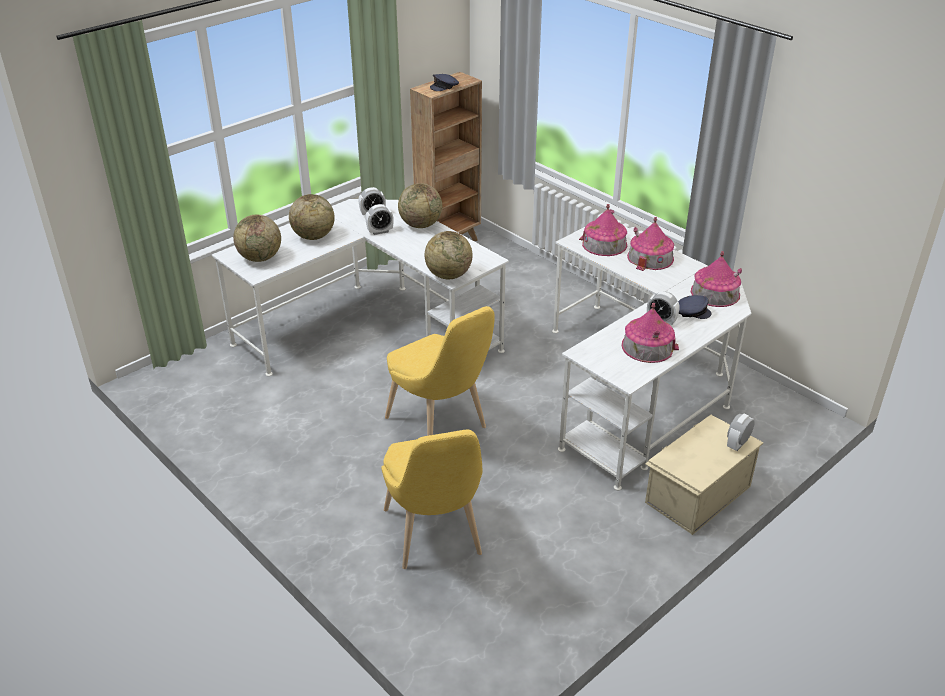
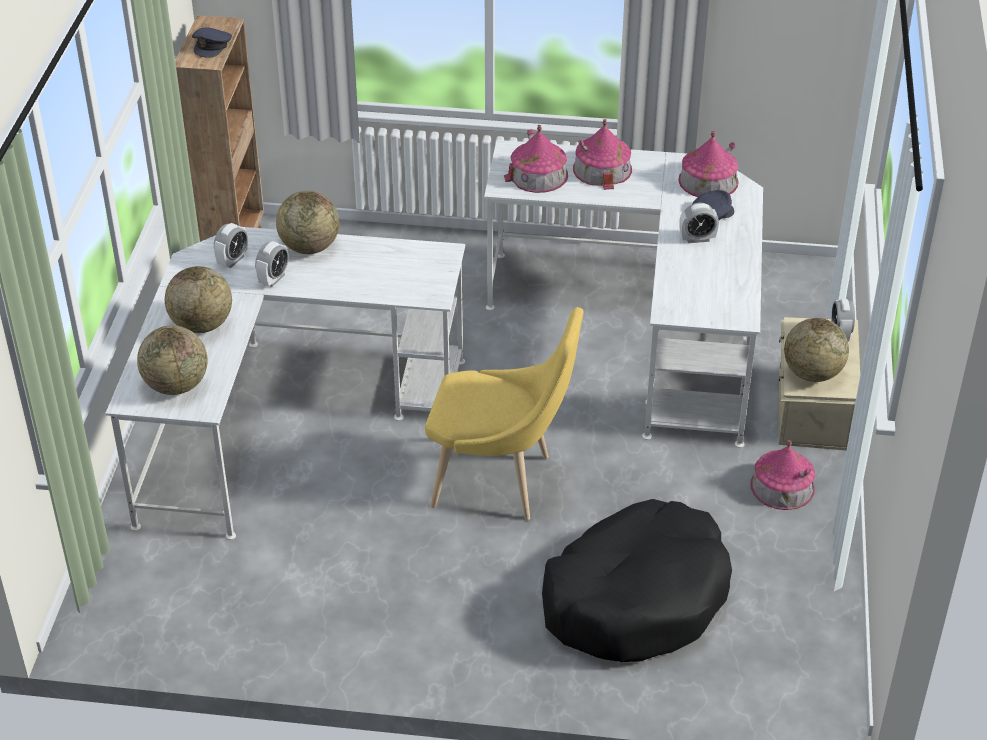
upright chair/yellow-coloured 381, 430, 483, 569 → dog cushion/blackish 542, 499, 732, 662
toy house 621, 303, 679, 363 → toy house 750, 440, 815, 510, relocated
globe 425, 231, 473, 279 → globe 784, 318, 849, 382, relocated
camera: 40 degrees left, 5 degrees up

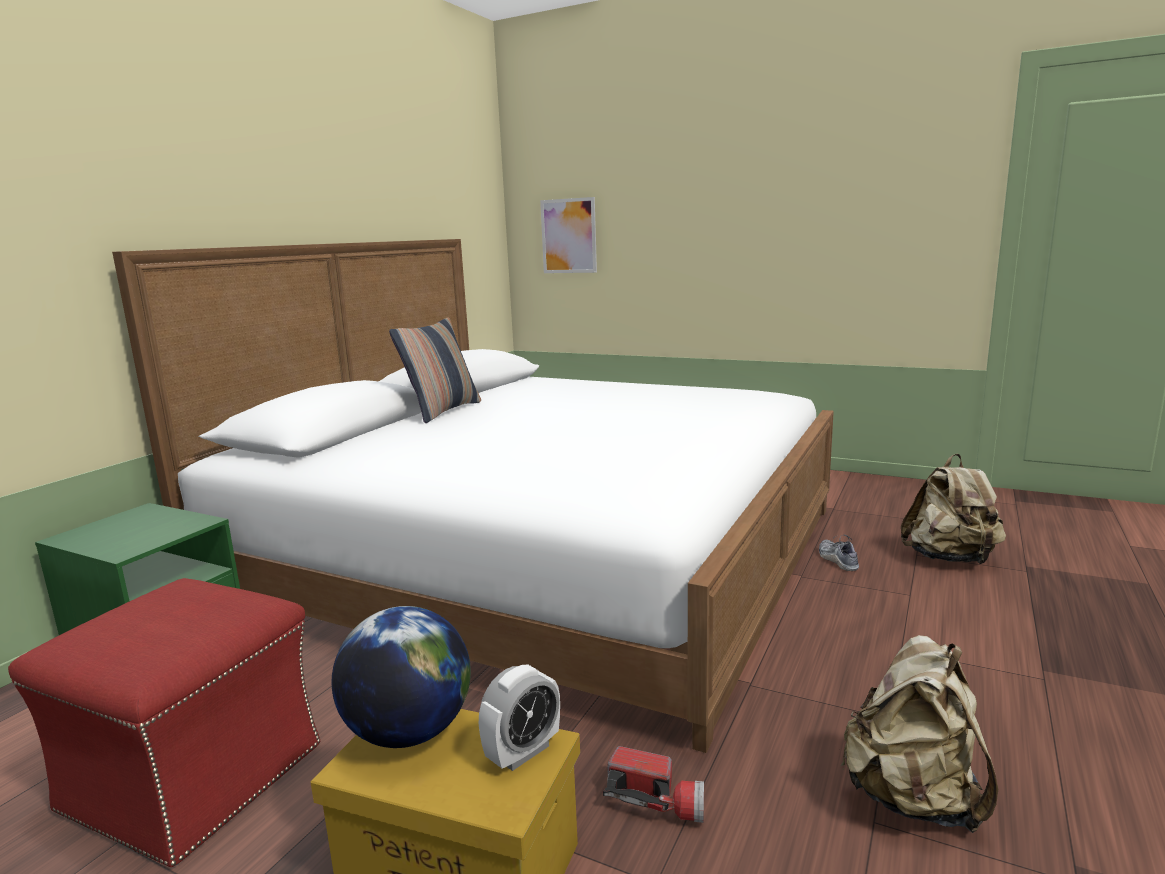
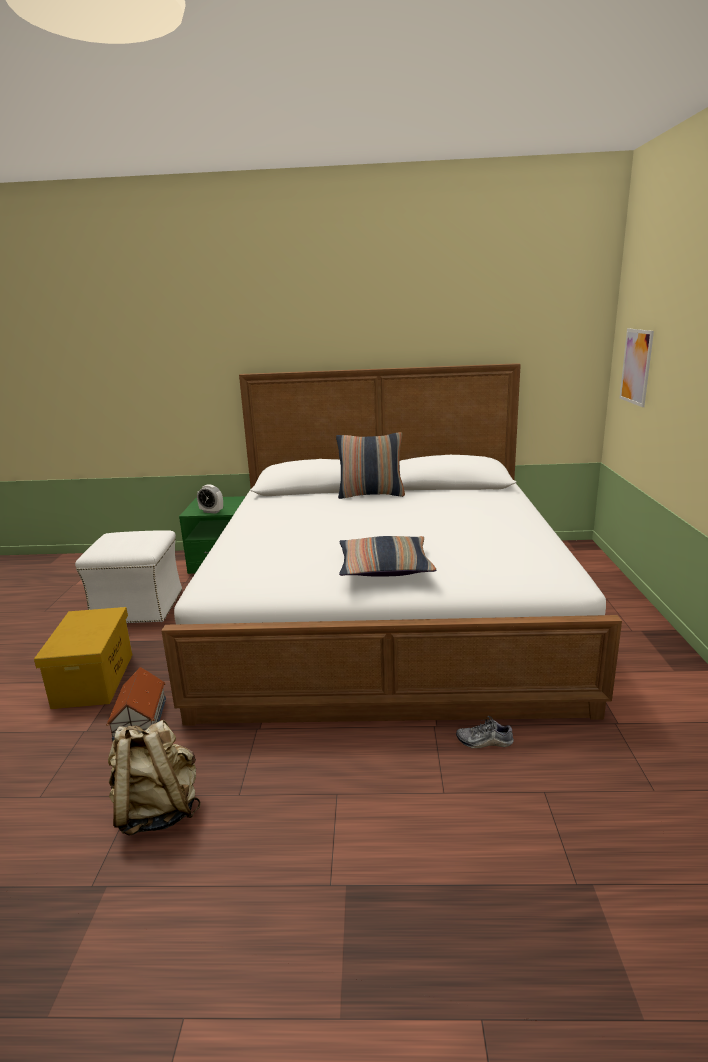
ottoman/reddish 8, 578, 320, 867 → ottoman/whitish 75, 530, 182, 623
torch 603, 746, 704, 823 → toy house 106, 667, 166, 741
table clock 479, 664, 560, 771 → table clock 197, 484, 223, 514, relocated
- → throw pillow 339, 536, 436, 577
shoe 819, 535, 859, 571 → shoe 456, 716, 514, 748, 135 degrees counterclockwise
globe 332, 606, 471, 748 → -
knapsack/beige-coloured 901, 454, 1006, 564 → -
camera: 65 degrees right, 5 degrees up

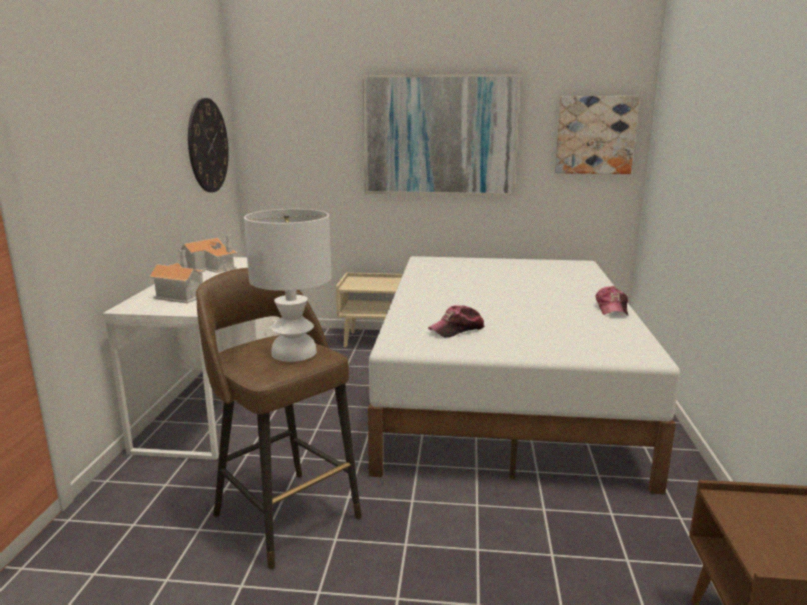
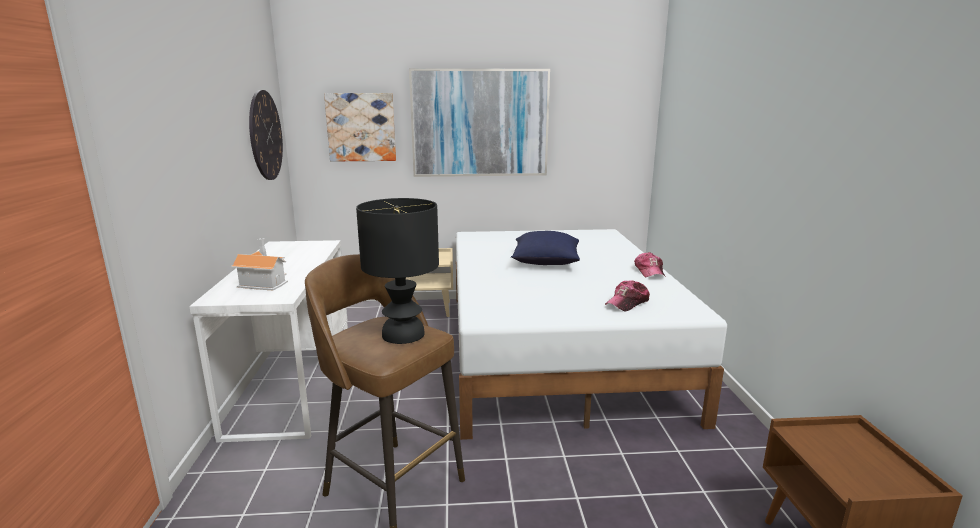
picture 555, 96, 639, 174 → picture 324, 93, 396, 161, relocated
tabletop lamp/whitish 244, 209, 331, 362 → tabletop lamp/blackish 356, 198, 439, 344
- → throw pillow/blue 511, 231, 580, 265
baseball cap 428, 305, 485, 338 → baseball cap 605, 280, 650, 311, relocated
toy house 178, 234, 238, 273 → -
camera: 10 degrees left, 0 degrees up

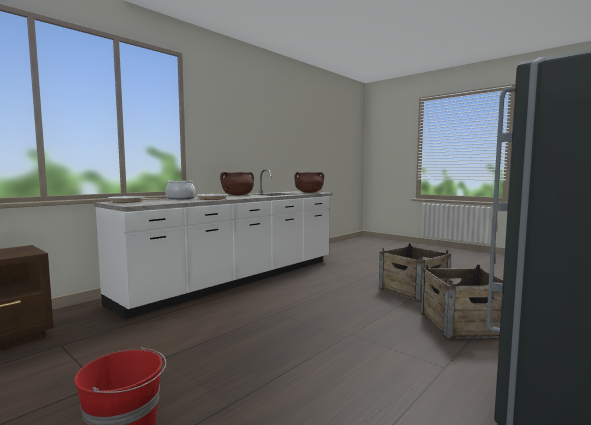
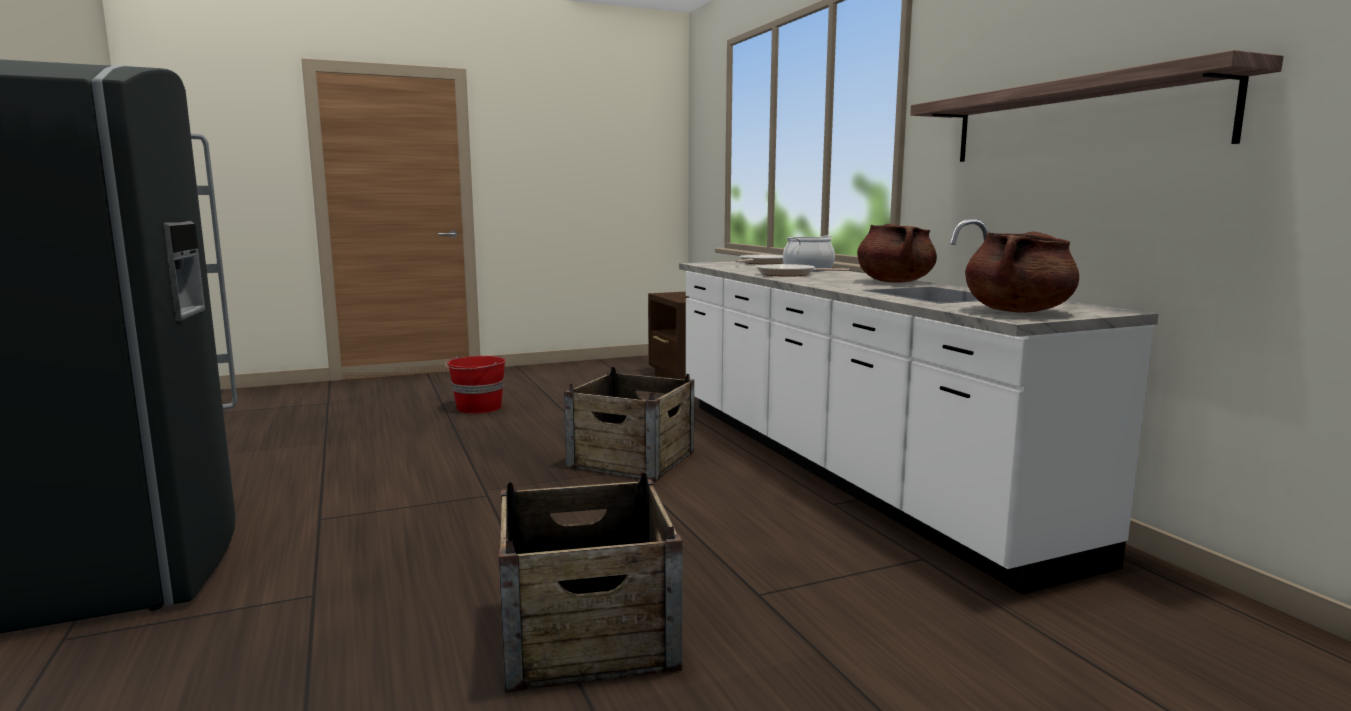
packing crate 421, 265, 503, 340 → packing crate 564, 367, 694, 482, relocated
- → wall shelf 910, 50, 1284, 162
camera: 115 degrees right, 5 degrees up

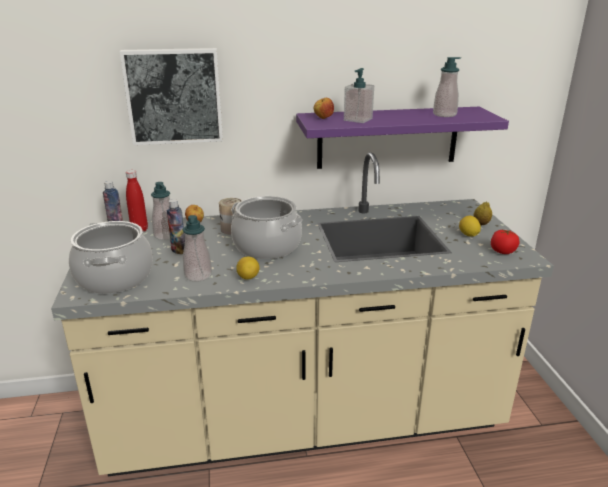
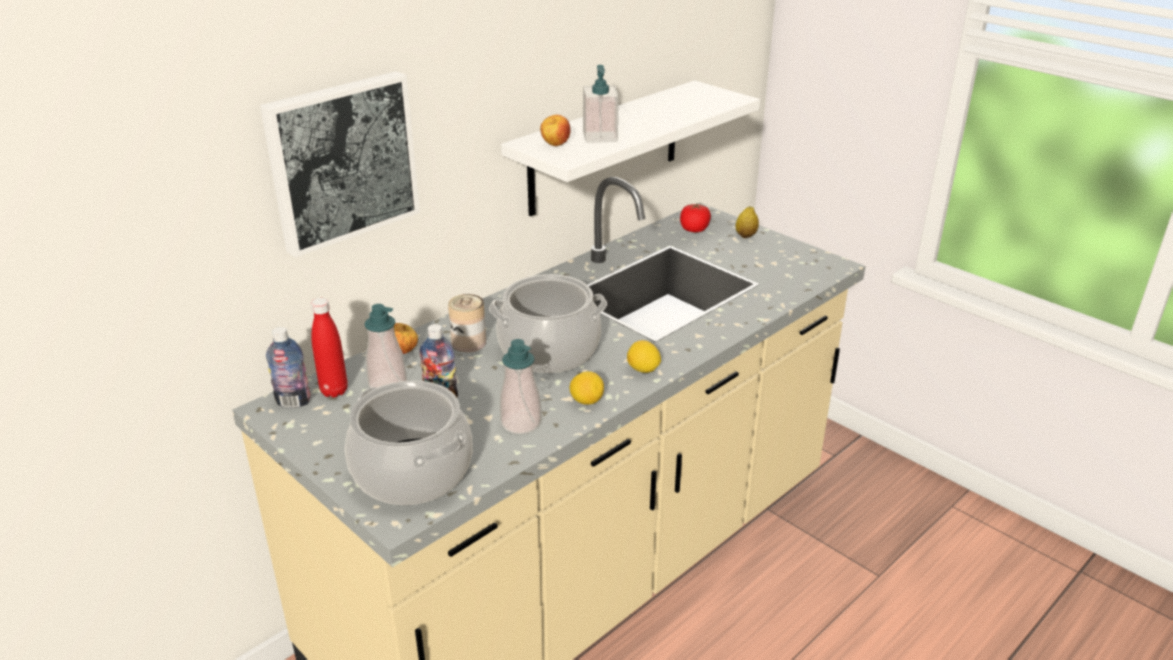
wall shelf/purplish 296, 107, 509, 169 → wall shelf/whitish 501, 80, 760, 216
lemon 459, 216, 481, 237 → lemon 627, 340, 661, 373, relocated
tomato 491, 229, 519, 254 → tomato 680, 204, 711, 232, relocated
soap dispenser 433, 57, 461, 117 → -
camera: 35 degrees left, 5 degrees up

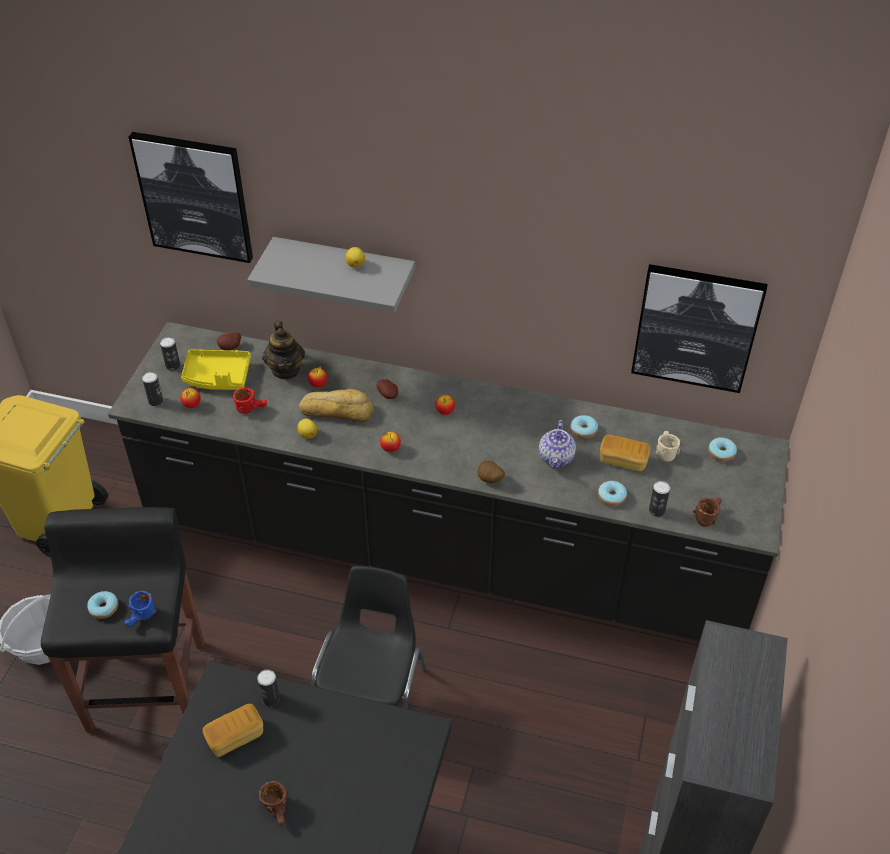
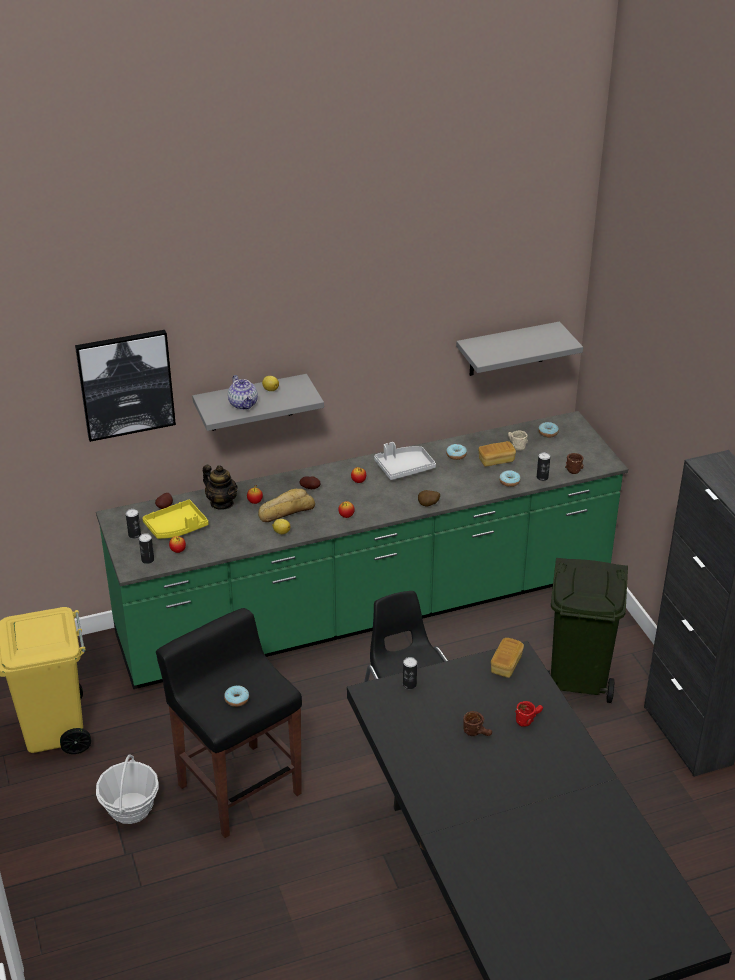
counter/blackish 108, 322, 789, 641 → counter/green-coloured 96, 411, 628, 689
teapot 539, 420, 576, 469 → teapot 228, 375, 258, 410, relocated
- → serving tray/gray 374, 442, 436, 480
picture 631, 264, 767, 393 → wall shelf/gray 456, 321, 583, 376
bread 203, 704, 263, 757 → bread 491, 638, 524, 678, relocated
mug/reddish 233, 387, 267, 414 → mug/reddish 515, 701, 543, 727, relocated
- → rubbish bin/green-coloured 547, 558, 628, 703
mug/blue 124, 591, 157, 626 → -
camera: 35 degrees left, 10 degrees down

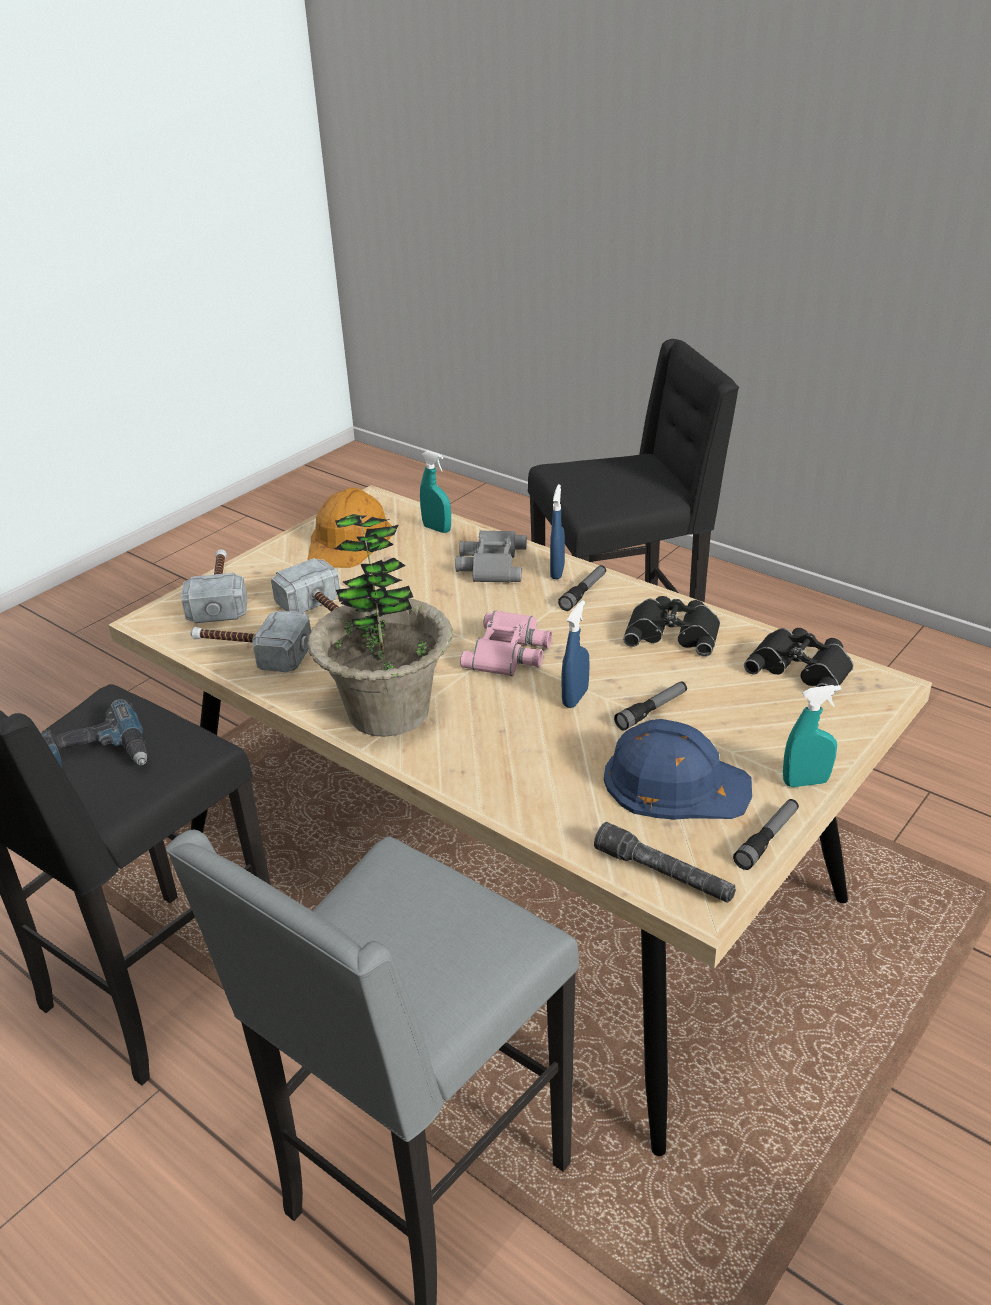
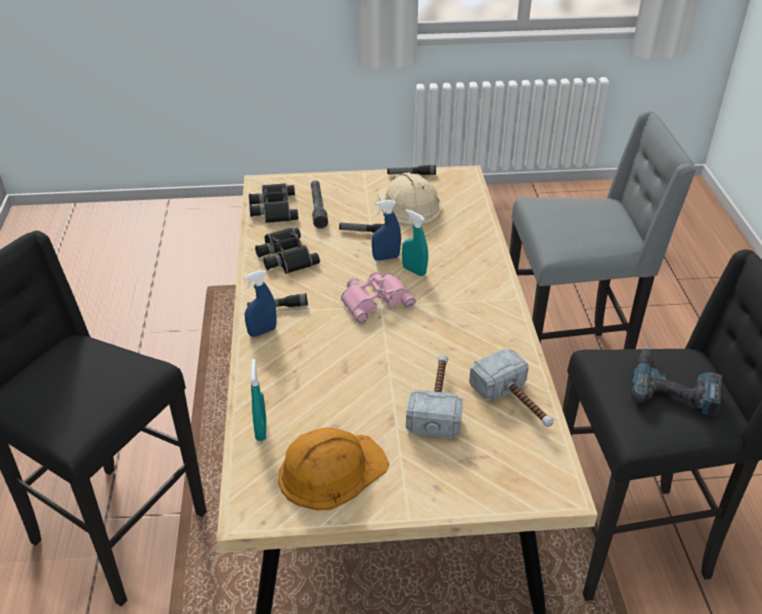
torch/gray 594, 822, 736, 903 → torch/gray 311, 180, 328, 229, relocated
hard hat/blue 604, 719, 752, 820 → hard hat/beige-coloured 377, 173, 442, 226
spray bottle/turquoise-coloured 783, 685, 841, 787 → spray bottle/turquoise-coloured 402, 209, 428, 276, relocated
tool hammer 181, 549, 247, 623 → -
houseplant 307, 514, 453, 737 → -
field glasses/gray 455, 530, 527, 583 → -
camera: 135 degrees left, 5 degrees up

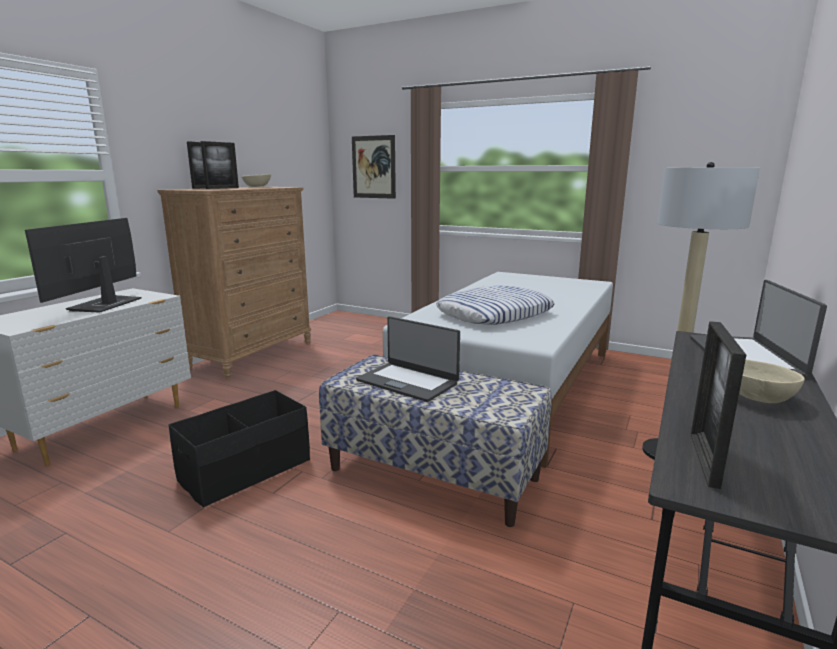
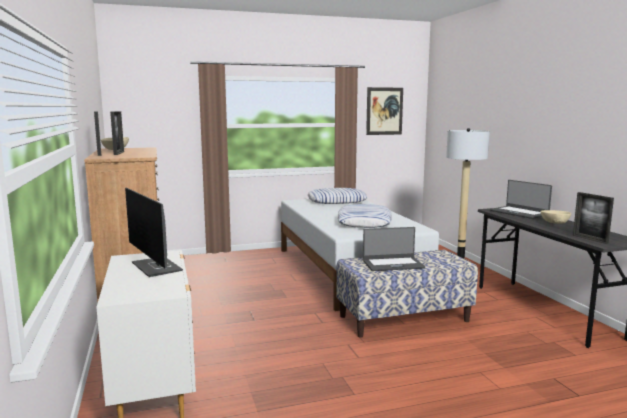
- → throw pillow 308, 188, 367, 204
picture 352, 135, 396, 199 → picture 366, 87, 403, 135, relocated
storage box/blackish 168, 390, 310, 507 → -
camera: 45 degrees left, 5 degrees down

